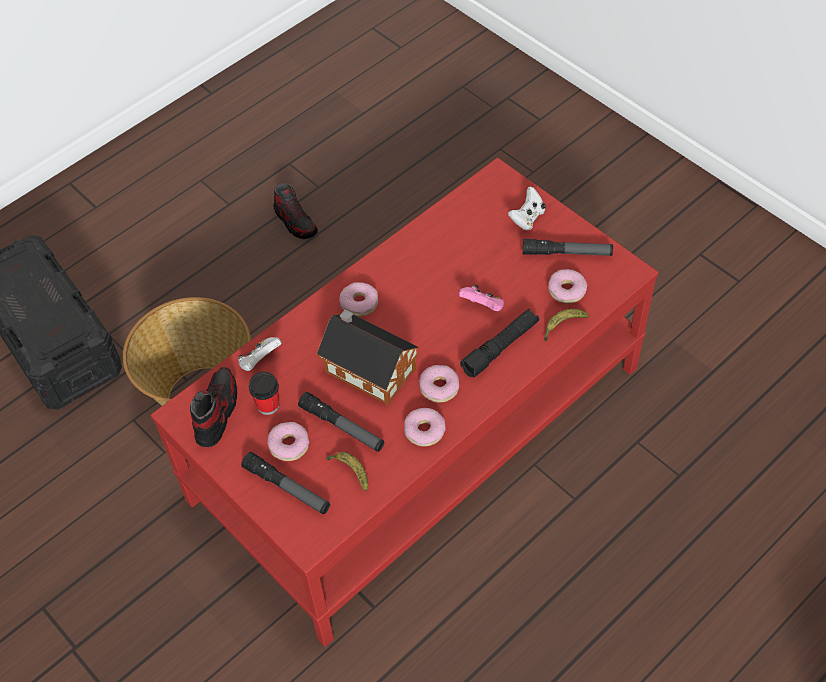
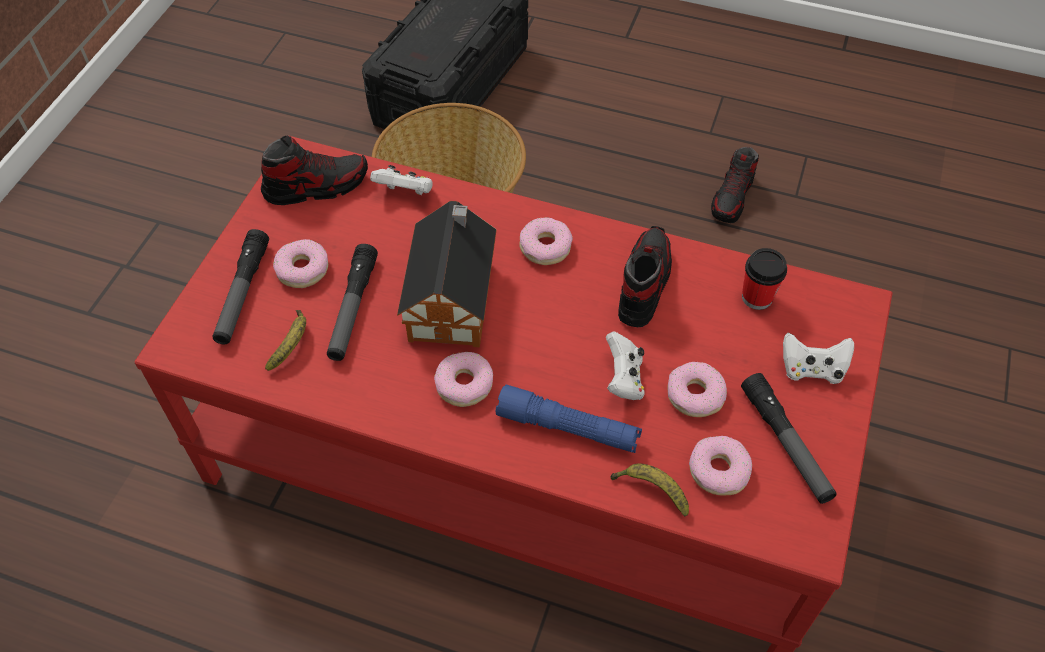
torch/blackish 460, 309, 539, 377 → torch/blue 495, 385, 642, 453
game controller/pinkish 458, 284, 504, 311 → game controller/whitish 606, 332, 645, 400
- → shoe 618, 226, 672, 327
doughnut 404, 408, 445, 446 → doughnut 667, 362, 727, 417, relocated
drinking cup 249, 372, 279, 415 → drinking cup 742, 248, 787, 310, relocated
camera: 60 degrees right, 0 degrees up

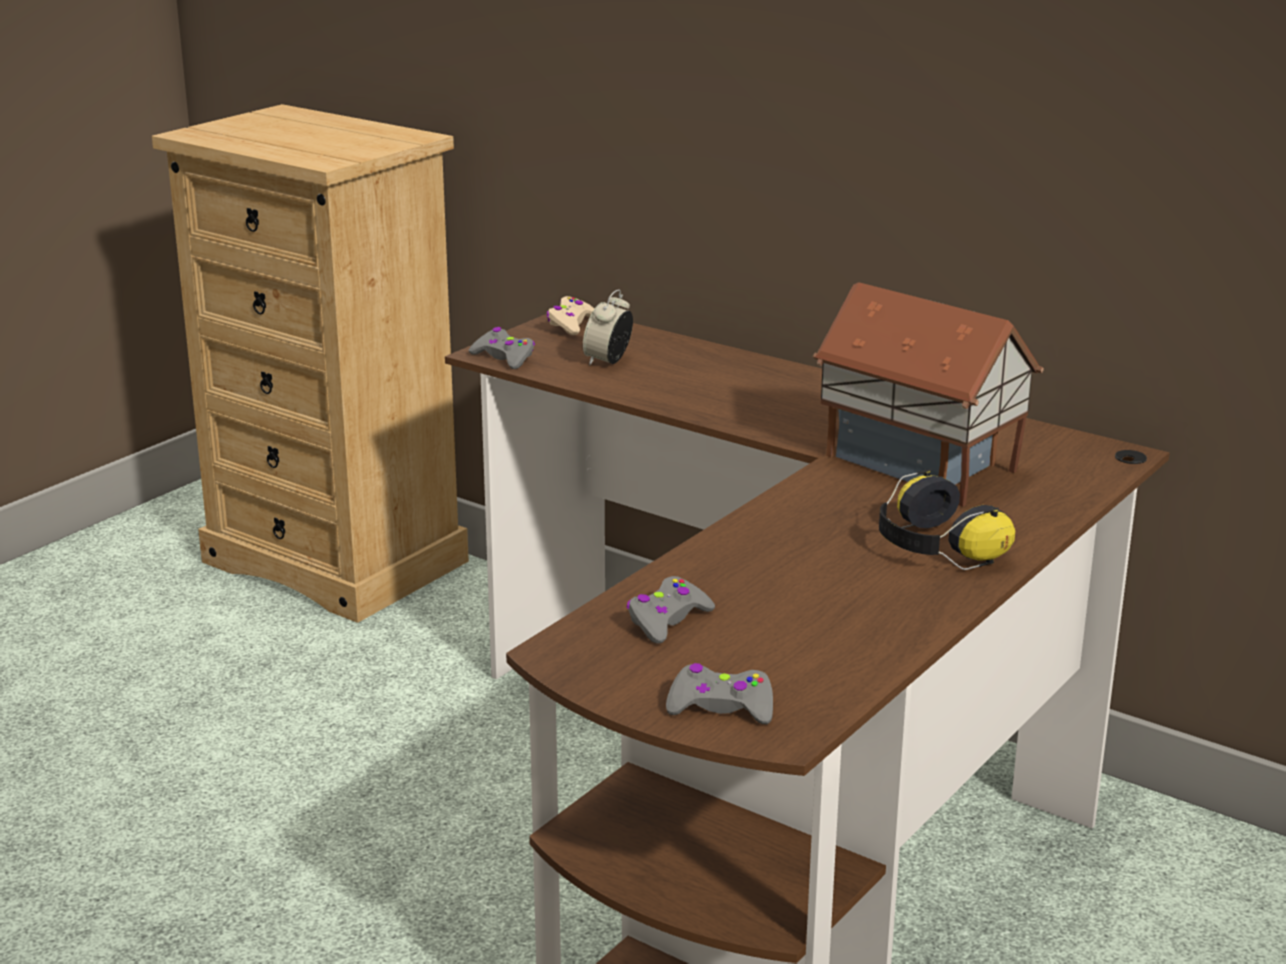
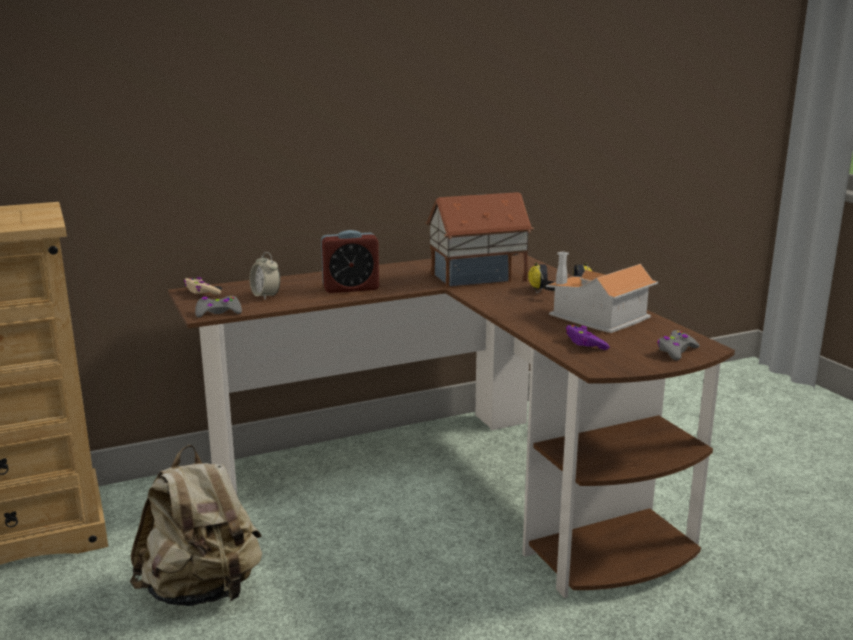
- → knapsack/beige-coloured 130, 445, 262, 606
- → table clock 321, 230, 379, 293
- → toy house 546, 251, 658, 333
game controller/gray 626, 576, 715, 644 → game controller/purplish 566, 325, 610, 350
camera: 60 degrees left, 5 degrees down

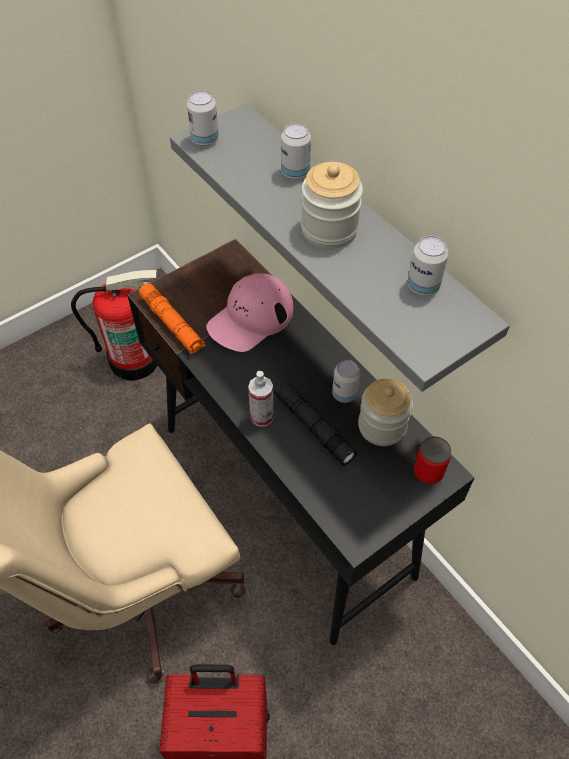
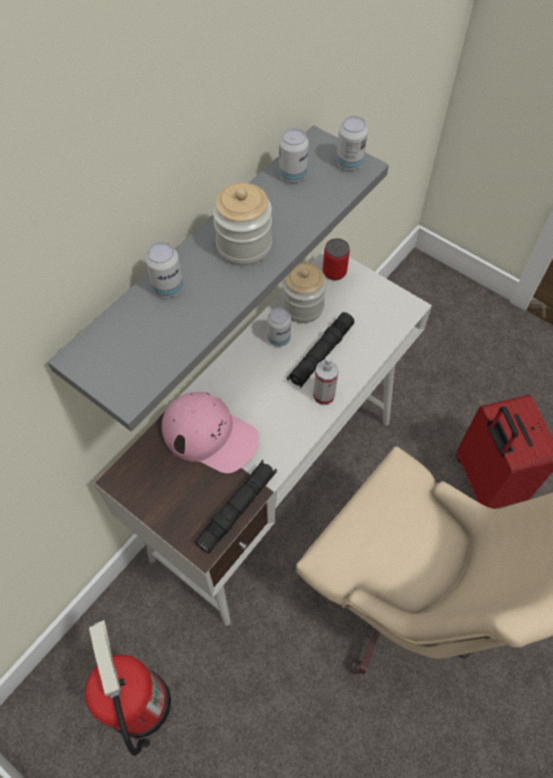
desk unit/blackish 127, 239, 474, 645 → desk unit/whitish 94, 250, 432, 626
torch/orangey 139, 283, 206, 355 → torch/blackish 195, 460, 277, 554
can 187, 90, 219, 146 → can 336, 116, 368, 170, relocated
camera: 105 degrees left, 5 degrees up

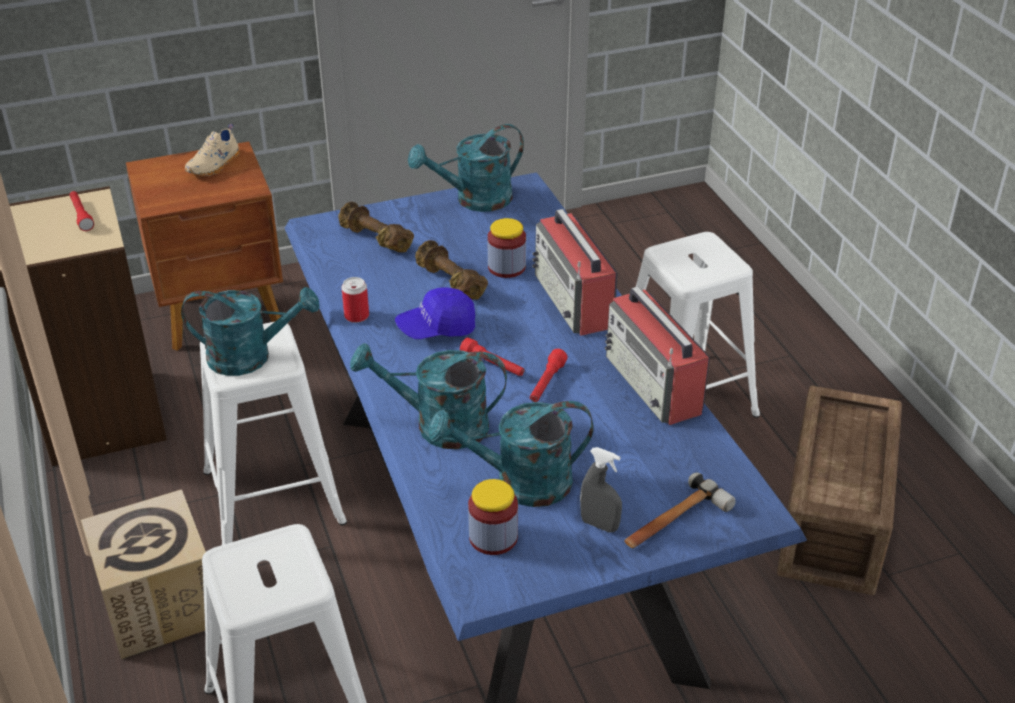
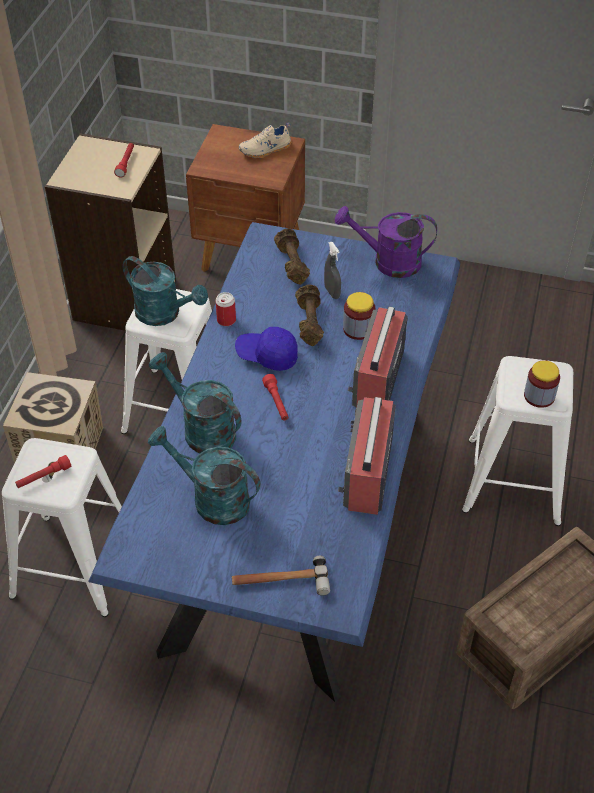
torch/reddish 530, 349, 568, 402 → torch/reddish 15, 455, 71, 488, relocated
spray bottle/gray 580, 447, 622, 533 → spray bottle/gray 324, 242, 341, 299, relocated
sprinkling can/turquoise-coloured 408, 124, 524, 212 → sprinkling can/purplish 335, 206, 437, 278
storage jar 468, 479, 518, 555 → storage jar 524, 360, 560, 408, relocated
camera: 35 degrees right, 10 degrees up

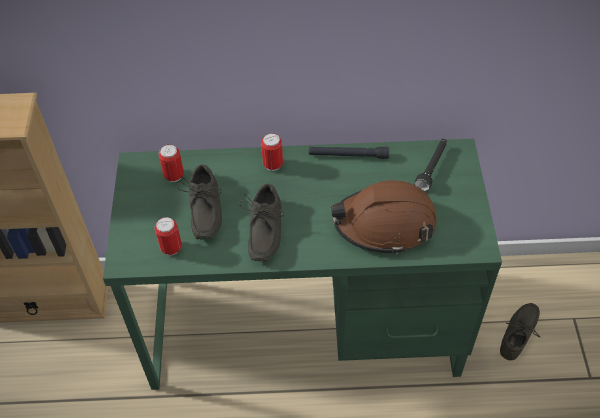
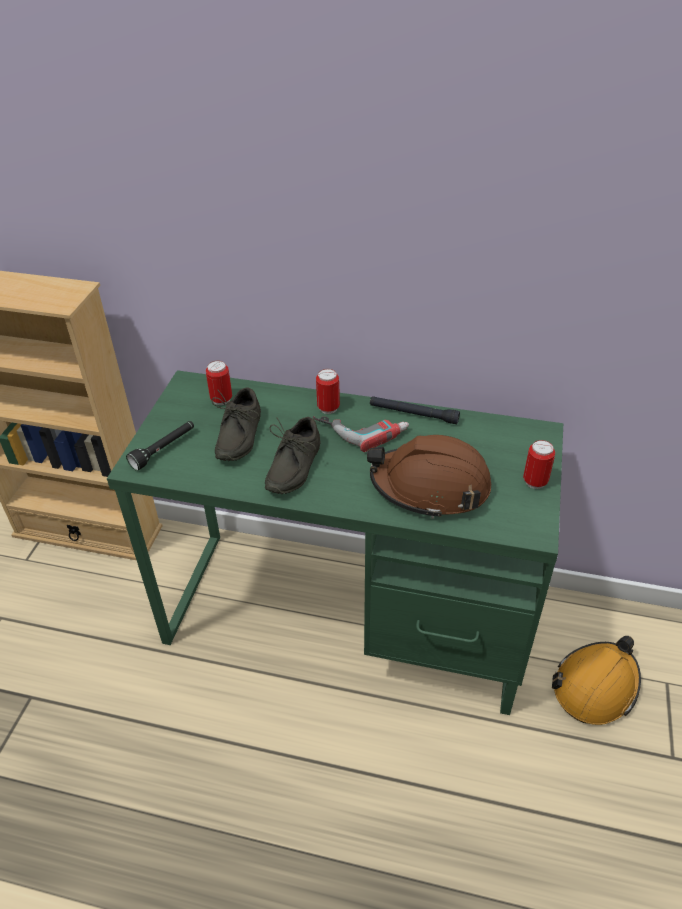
torch/blackish 414, 139, 447, 191 → torch/blackish 126, 421, 194, 471, relocated
- → electric drill 313, 416, 409, 452
can 155, 217, 182, 255 → can 523, 440, 555, 489, relocated
shoe/gray 500, 303, 540, 360 → hard hat/orangey 552, 636, 641, 725
camera: 15 degrees right, 10 degrees down

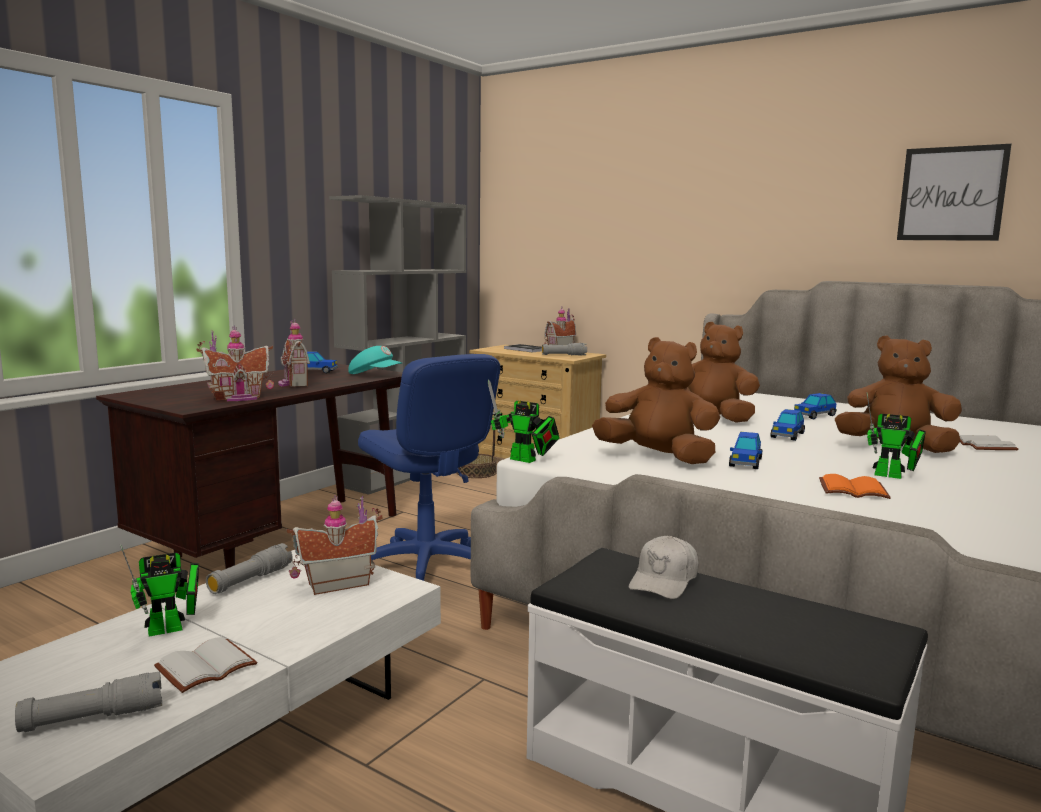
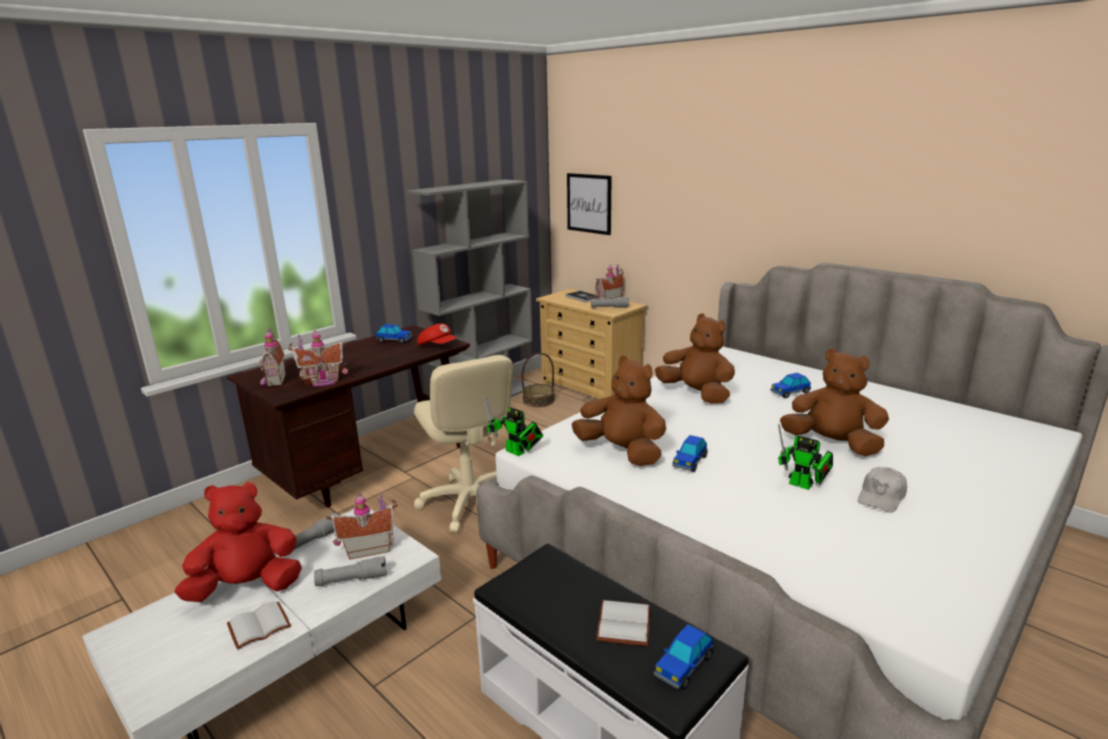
robot figure 120, 544, 199, 637 → cuddly toy/reddish 175, 482, 302, 602
toy house 278, 319, 310, 387 → toy house 259, 327, 286, 386, relocated
torch/gray 15, 672, 162, 732 → torch/gray 314, 557, 387, 587, relocated
desk chair/blue 358, 354, 500, 581 → desk chair/beige-coloured 414, 355, 513, 532
baseball cap/turquoise-coloured 349, 346, 402, 374 → baseball cap/reddish 417, 323, 457, 345
picture 897, 144, 1012, 241 → picture 567, 173, 612, 235, relocated
volume/whitish 959, 435, 1019, 450 → volume/whitish 596, 600, 650, 646, relocated
miniature car 771, 409, 805, 441 → miniature car 654, 624, 713, 690, relocated
baseball cap/whitish 629, 536, 699, 599 → baseball cap/whitish 858, 467, 907, 513, relocated
volume/orangey 819, 474, 891, 499 → -
camera: 10 degrees right, 10 degrees up

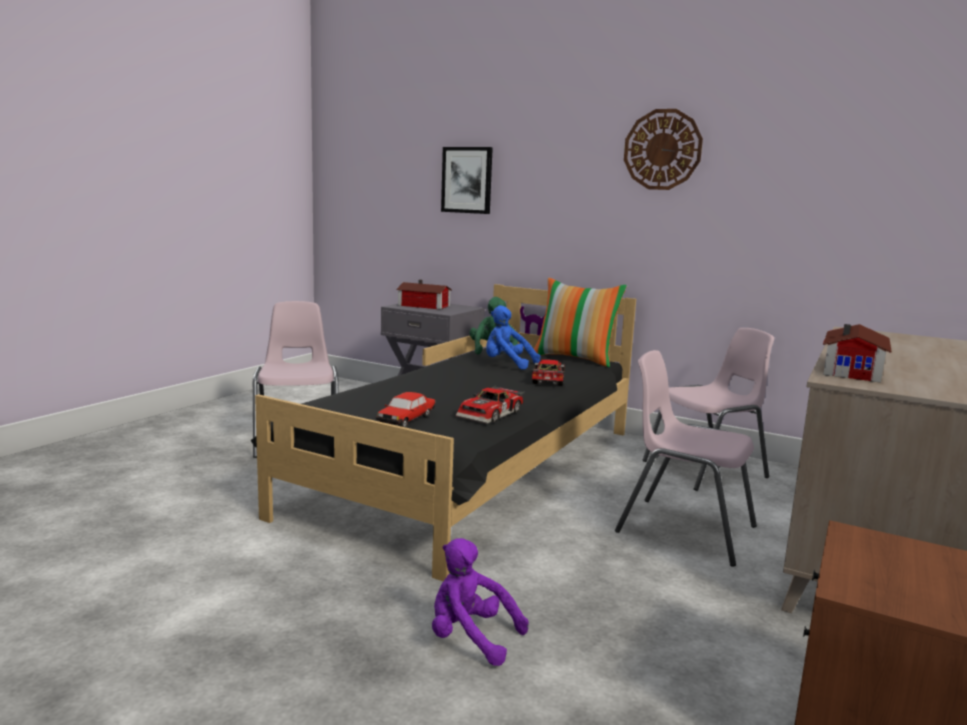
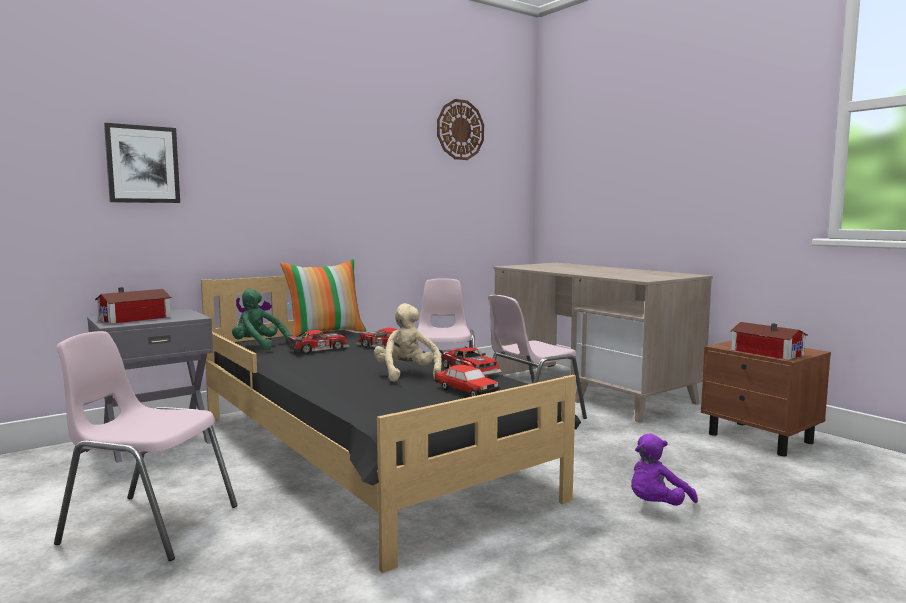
cuddly toy/blue 486, 305, 540, 370 → miniature car 286, 330, 350, 354
- → cuddly toy/beige-coloured 374, 303, 442, 382
hanging clock 624, 109, 703, 190 → hanging clock 437, 99, 484, 160, relocated
toy house 823, 324, 892, 383 → toy house 730, 322, 808, 360, relocated
camera: 65 degrees left, 5 degrees down

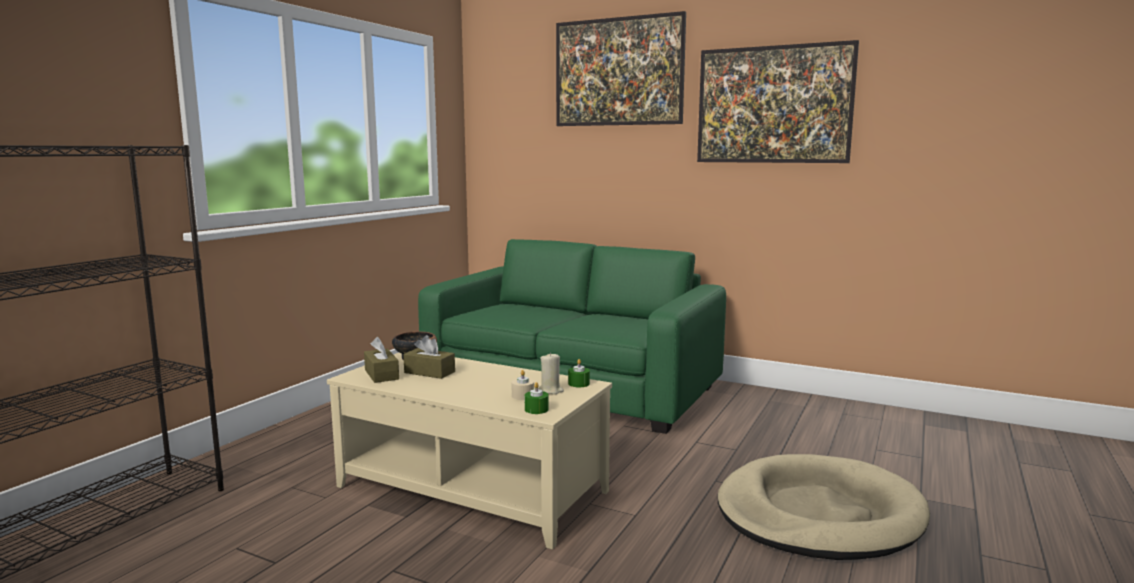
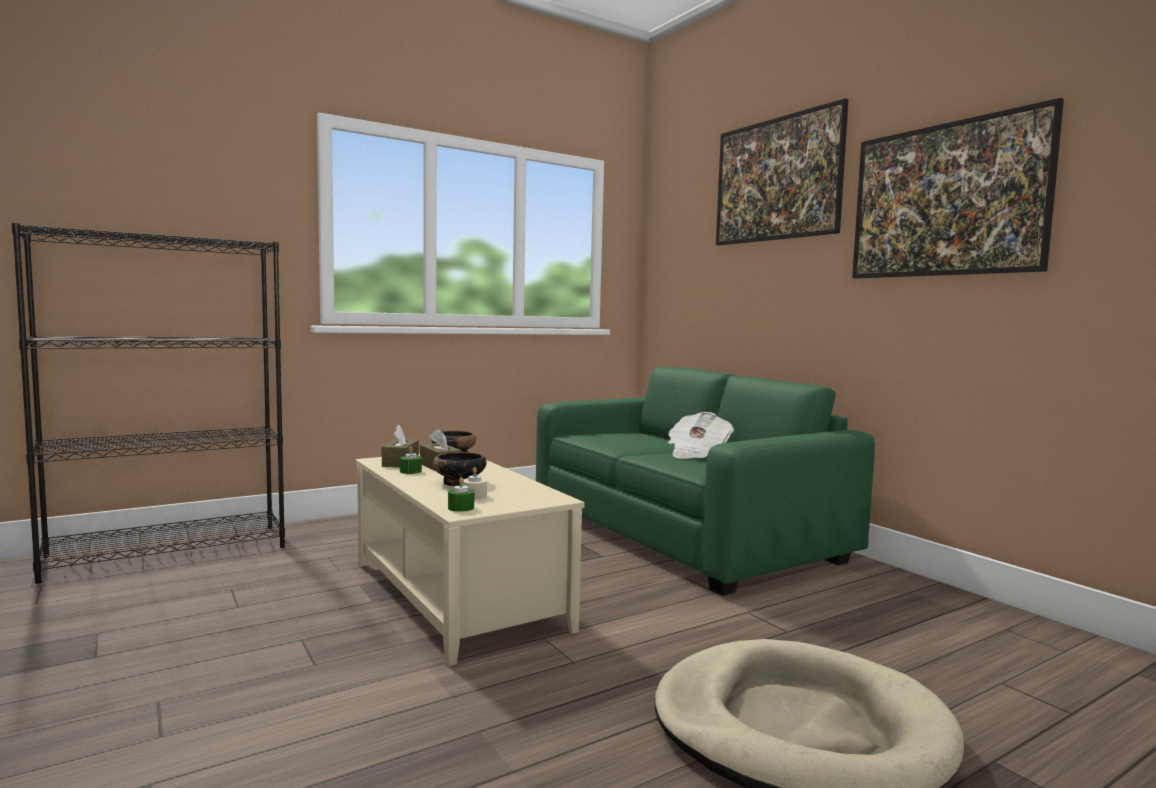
wax candle/green-coloured 568, 359, 590, 387 → wax candle/green-coloured 400, 446, 422, 474, relocated
- → deep dish 433, 452, 487, 486
- → daily paper 668, 412, 734, 459
wax candle/beige-coloured 539, 352, 564, 394 → -
camera: 30 degrees right, 5 degrees down

